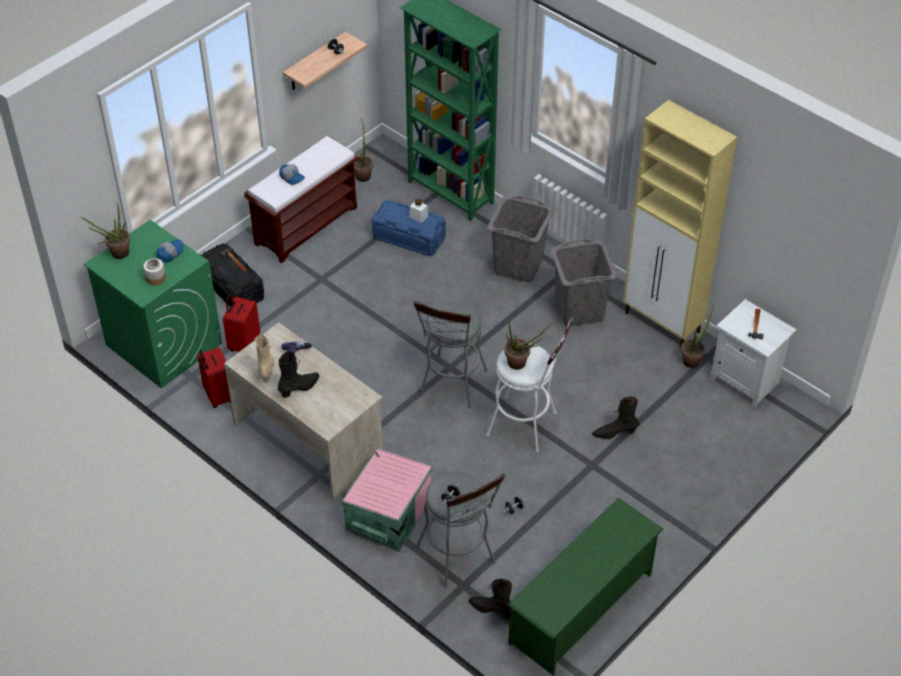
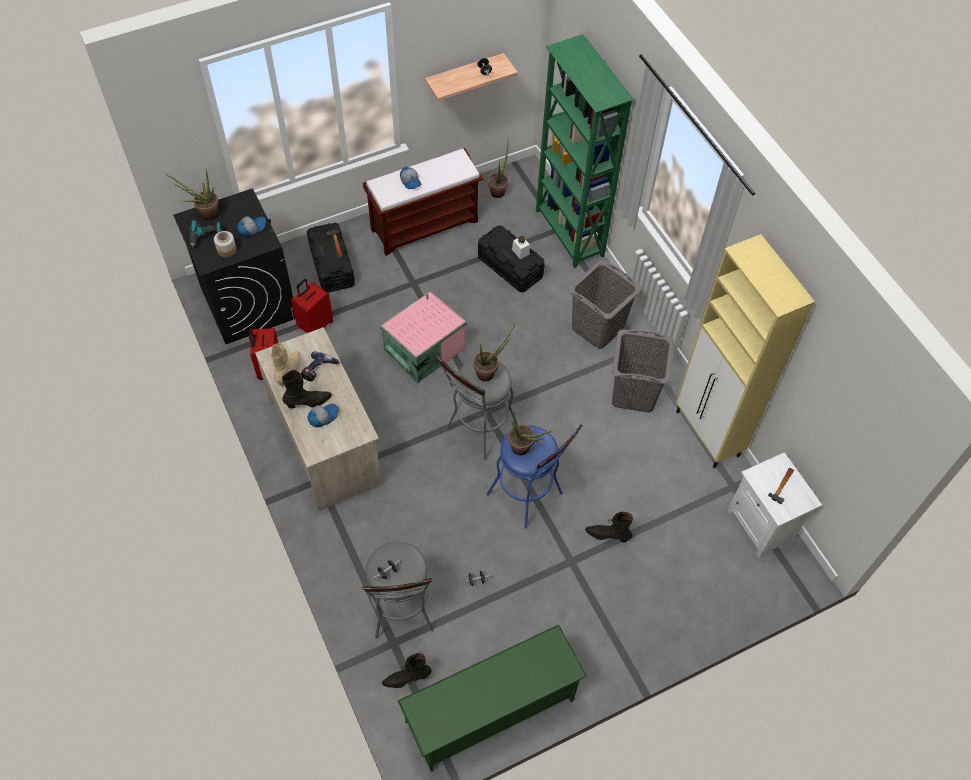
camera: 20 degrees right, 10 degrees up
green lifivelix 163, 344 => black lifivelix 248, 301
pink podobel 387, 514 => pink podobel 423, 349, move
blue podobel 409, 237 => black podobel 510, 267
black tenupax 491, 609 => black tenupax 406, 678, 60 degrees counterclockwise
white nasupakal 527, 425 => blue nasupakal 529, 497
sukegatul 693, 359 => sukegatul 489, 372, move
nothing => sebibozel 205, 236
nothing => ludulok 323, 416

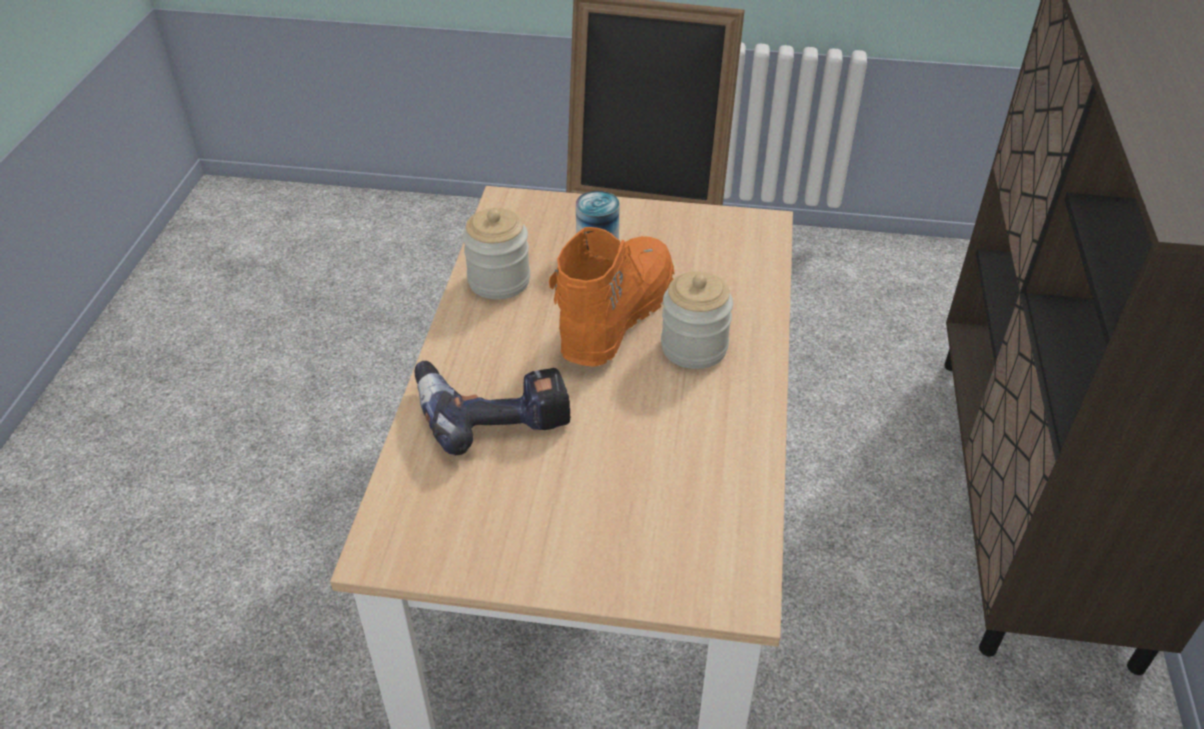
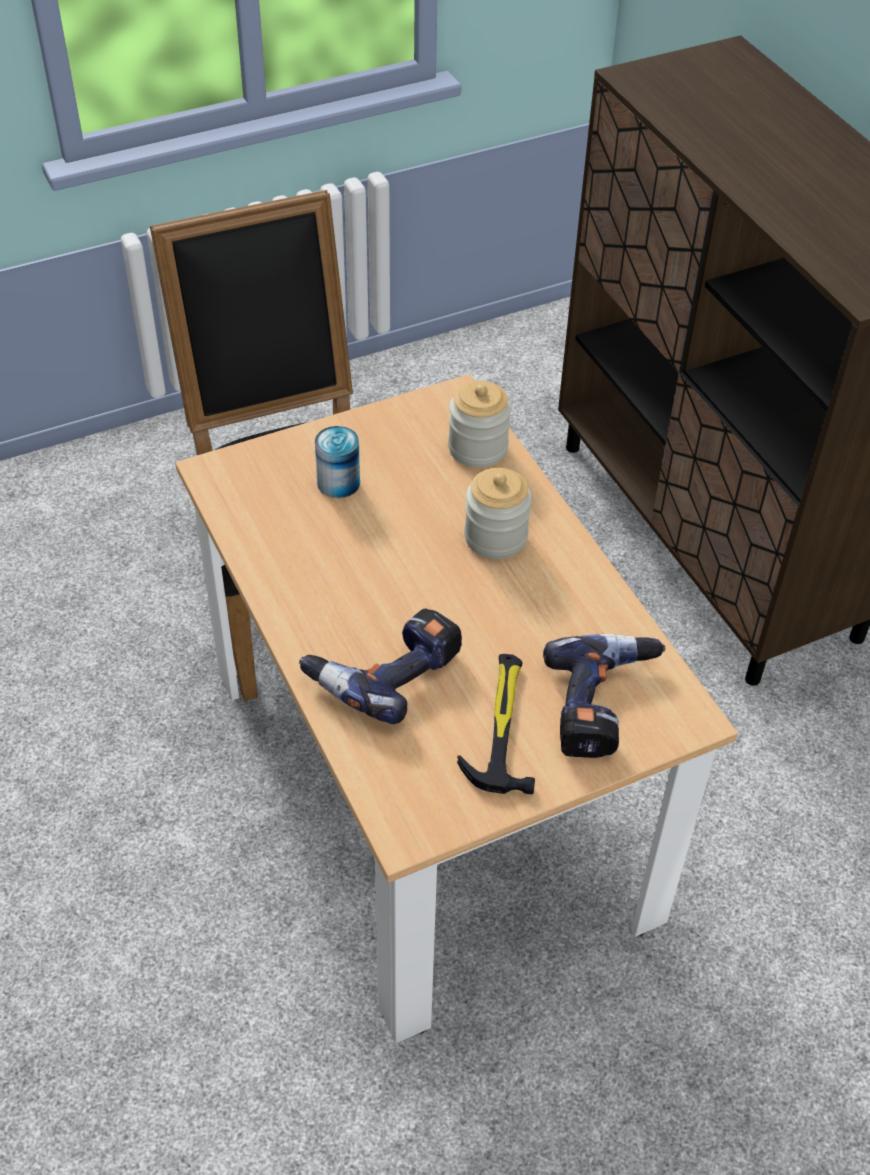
camera: 35 degrees left, 5 degrees up
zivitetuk 499, 280 => zivitetuk 477, 448, move
orange tenupax 614, 317 => nothing
nothing => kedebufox 501, 725
nothing => sebibozel 604, 705

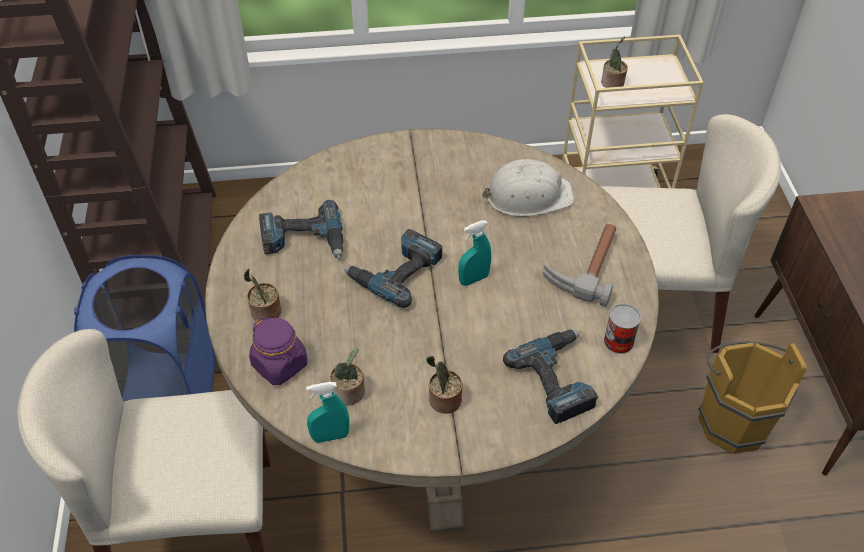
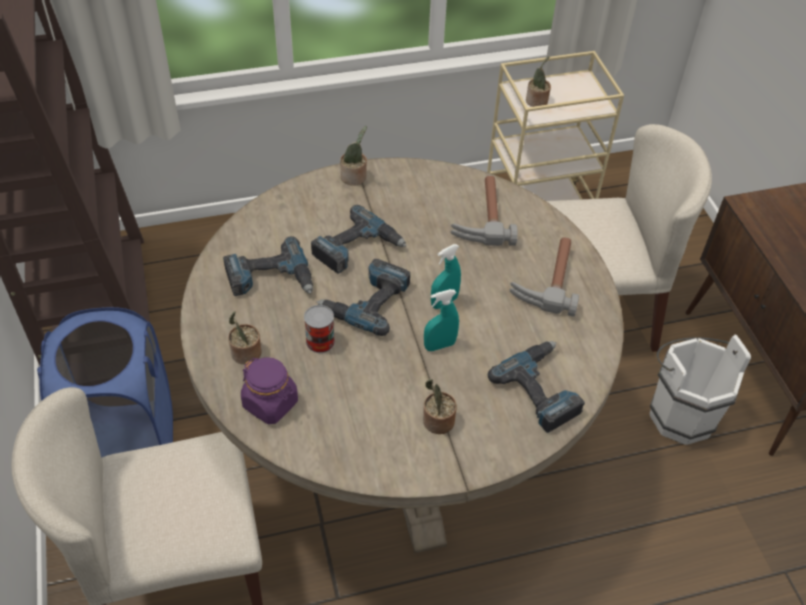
camera: 10 degrees left, 0 degrees up
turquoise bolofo 330, 436 => turquoise bolofo 439, 345, move
sukegatul 350, 393 => sukegatul 355, 178, move
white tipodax 528, 195 => kedebufox 480, 216
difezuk 618, 341 => difezuk 320, 341, move
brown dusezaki 730, 419 => white dusezaki 679, 412
nothing => sebibozel 357, 248

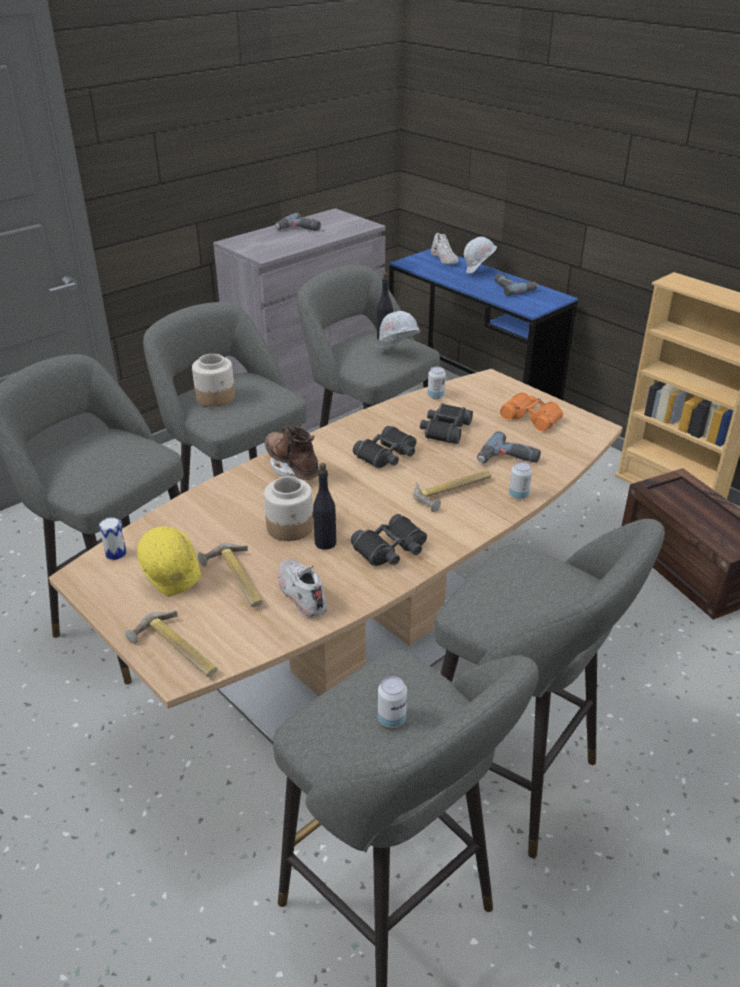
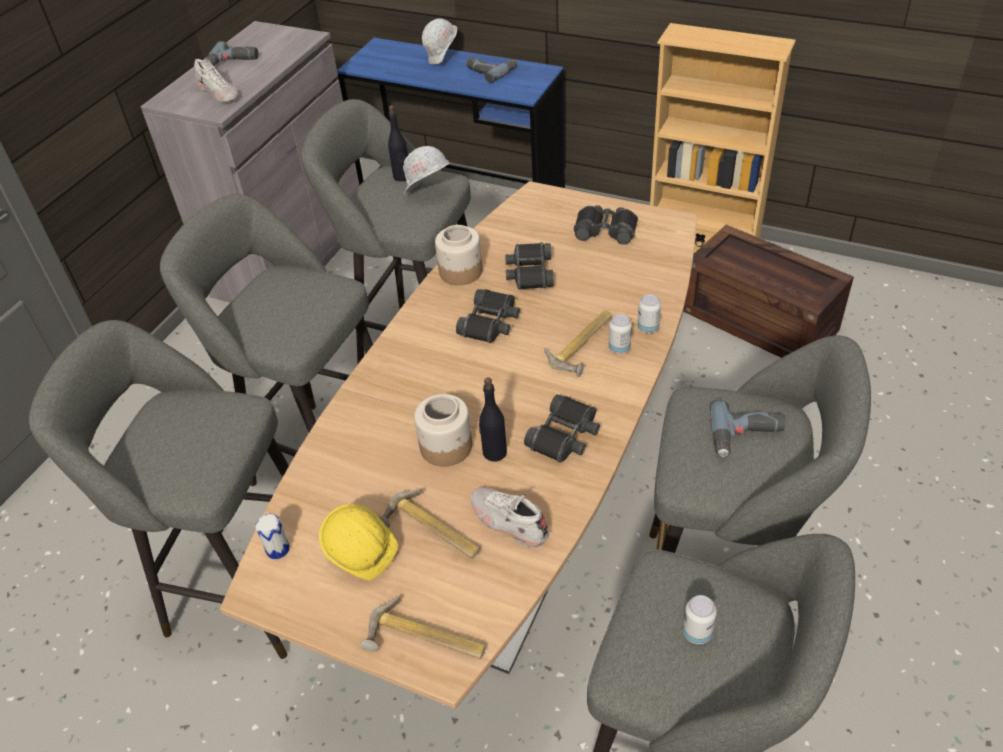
camera: 20 degrees left, 10 degrees up
zivitetuk 216, 397 => zivitetuk 461, 271, move
brown tenupax 292, 468 => nothing
difezuk 435, 396 => difezuk 619, 348, move
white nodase 445, 259 => white nodase 219, 93, move
sebibozel 508, 460 => sebibozel 746, 437, move
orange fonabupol 531, 417 => black fonabupol 605, 230

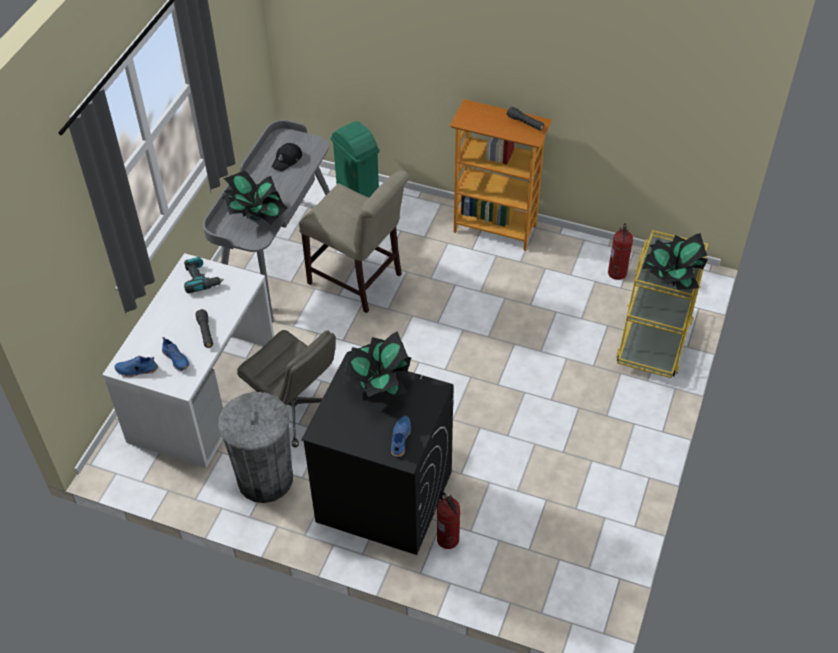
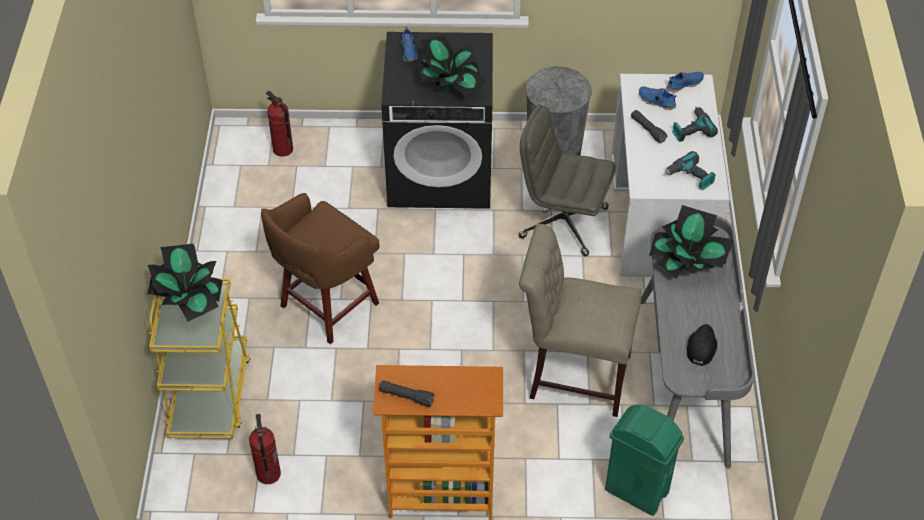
camera: 160 degrees right, 0 degrees up
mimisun 448, 539 => mimisun 282, 149, move
nothing => brown nasupakal 327, 307
nothing => sebibozel 691, 129

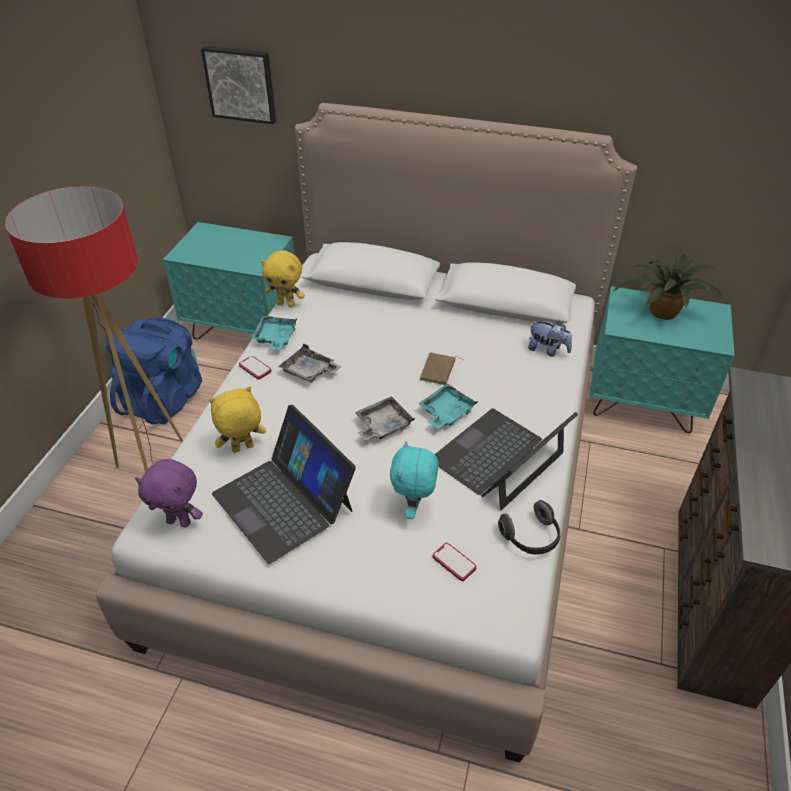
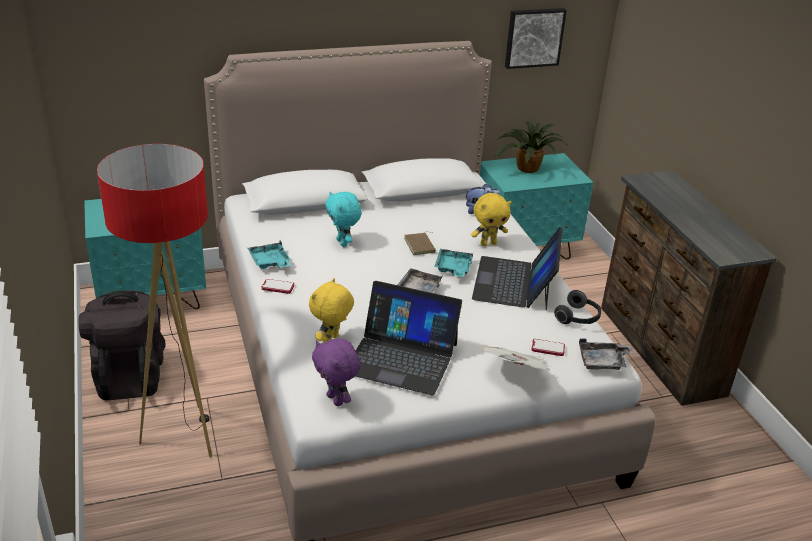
camera: 35 degrees left, 10 degrees down
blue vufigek 165, 398 => black vufigek 130, 376
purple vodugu 180, 521 => purple vodugu 336, 400, 75 degrees clockwise
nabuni 241, 84 => nabuni 533, 37, move
yellow vodugu 286, 304 => yellow vodugu 488, 243, move
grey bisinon 309, 371 => grey bisinon 603, 362, move
turquoise vodugu 414, 508 => turquoise vodugu 343, 243, move
nothing => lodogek 516, 372

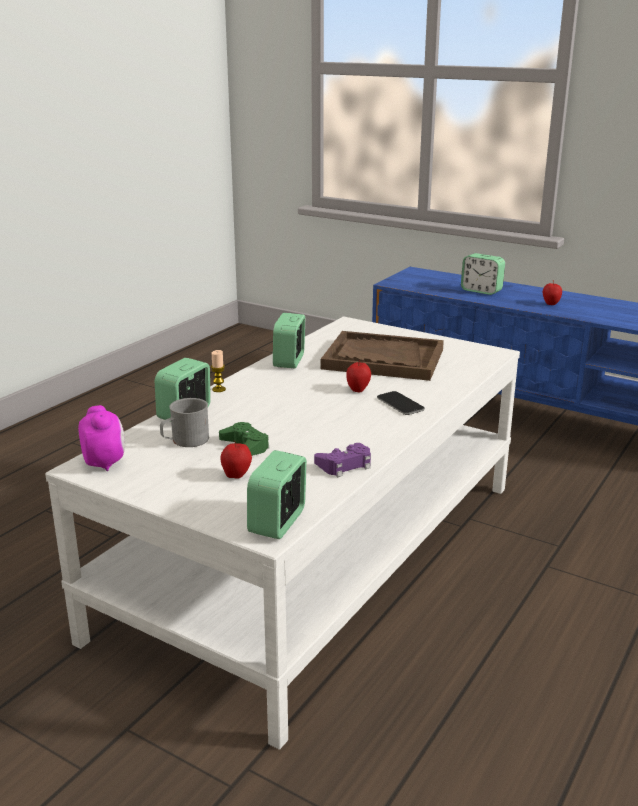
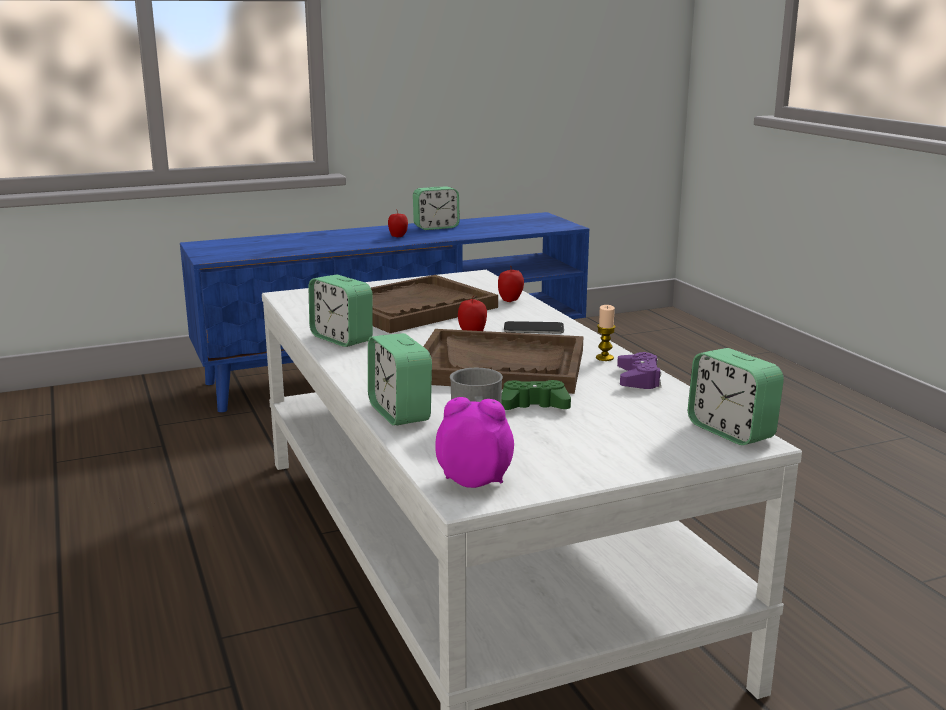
camera: 55 degrees left, 5 degrees down
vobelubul 219, 389 => vobelubul 604, 358, move
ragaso 236, 476 => ragaso 510, 300, move
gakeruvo 481, 291 => gakeruvo 436, 227, move
nothing => brown bisinon 500, 366

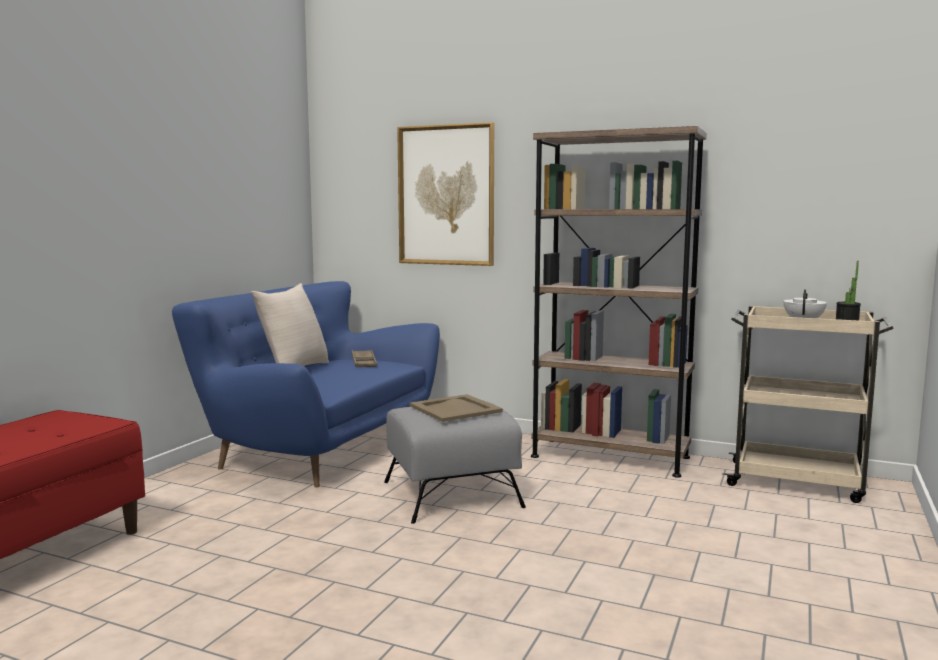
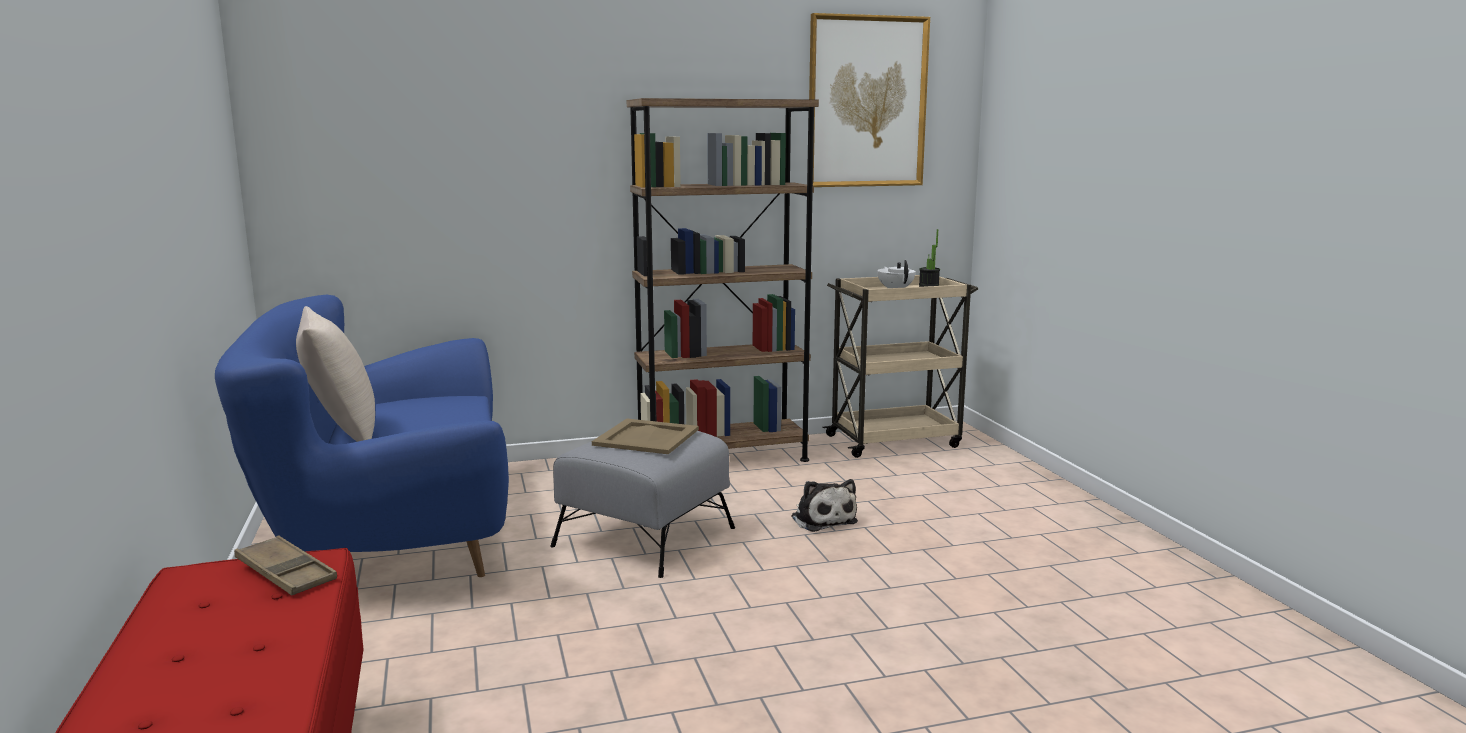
camera: 40 degrees left, 5 degrees up
brown bisinon 364, 362 => brown bisinon 286, 573, move
nabuni 446, 195 => nabuni 867, 102, move
nothing => vodugu 822, 519

